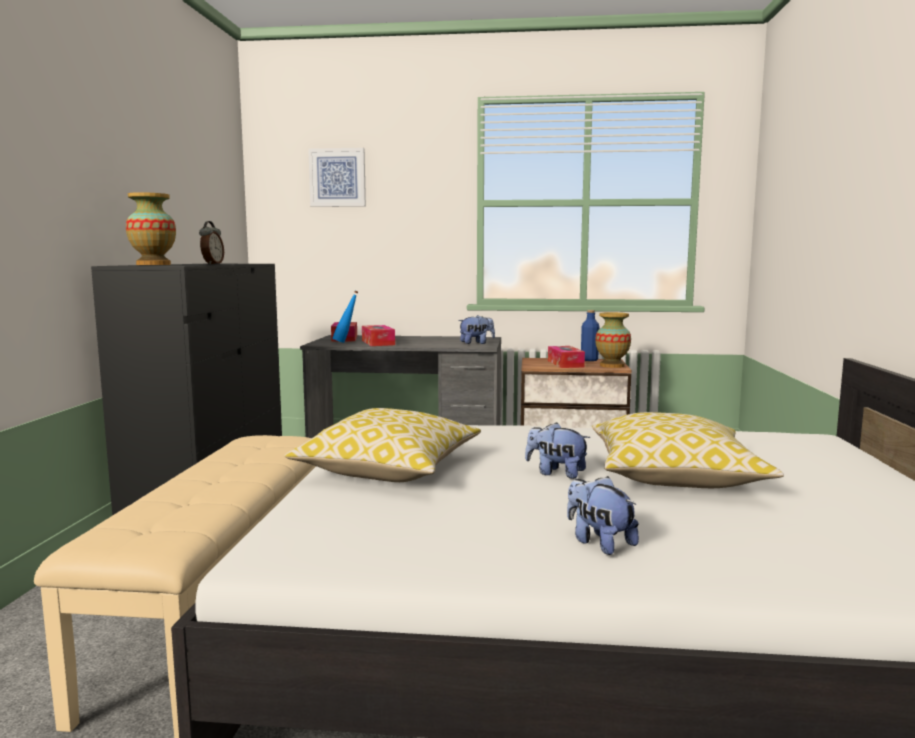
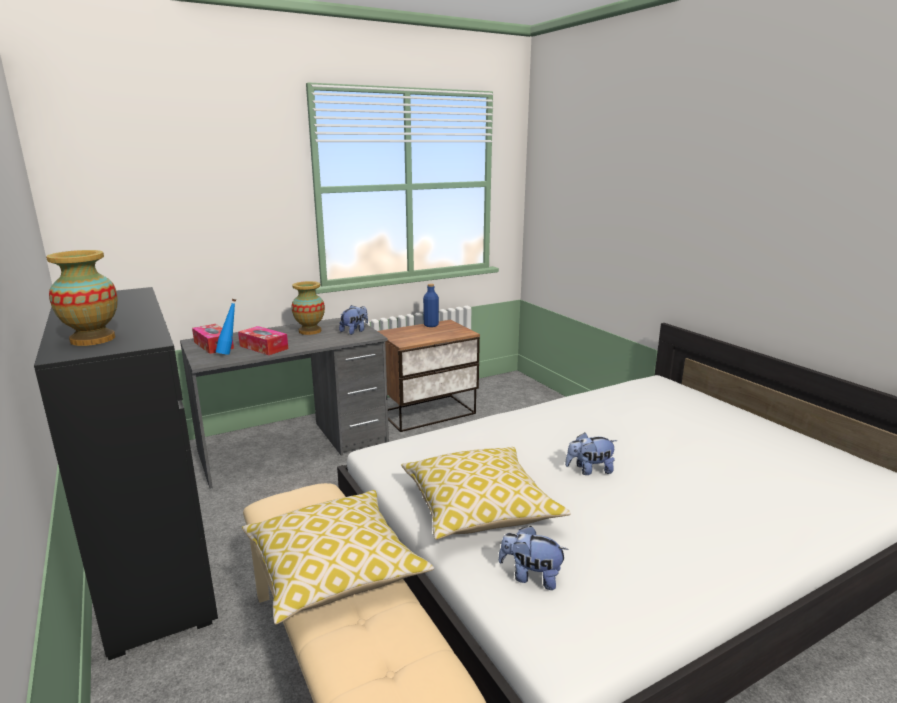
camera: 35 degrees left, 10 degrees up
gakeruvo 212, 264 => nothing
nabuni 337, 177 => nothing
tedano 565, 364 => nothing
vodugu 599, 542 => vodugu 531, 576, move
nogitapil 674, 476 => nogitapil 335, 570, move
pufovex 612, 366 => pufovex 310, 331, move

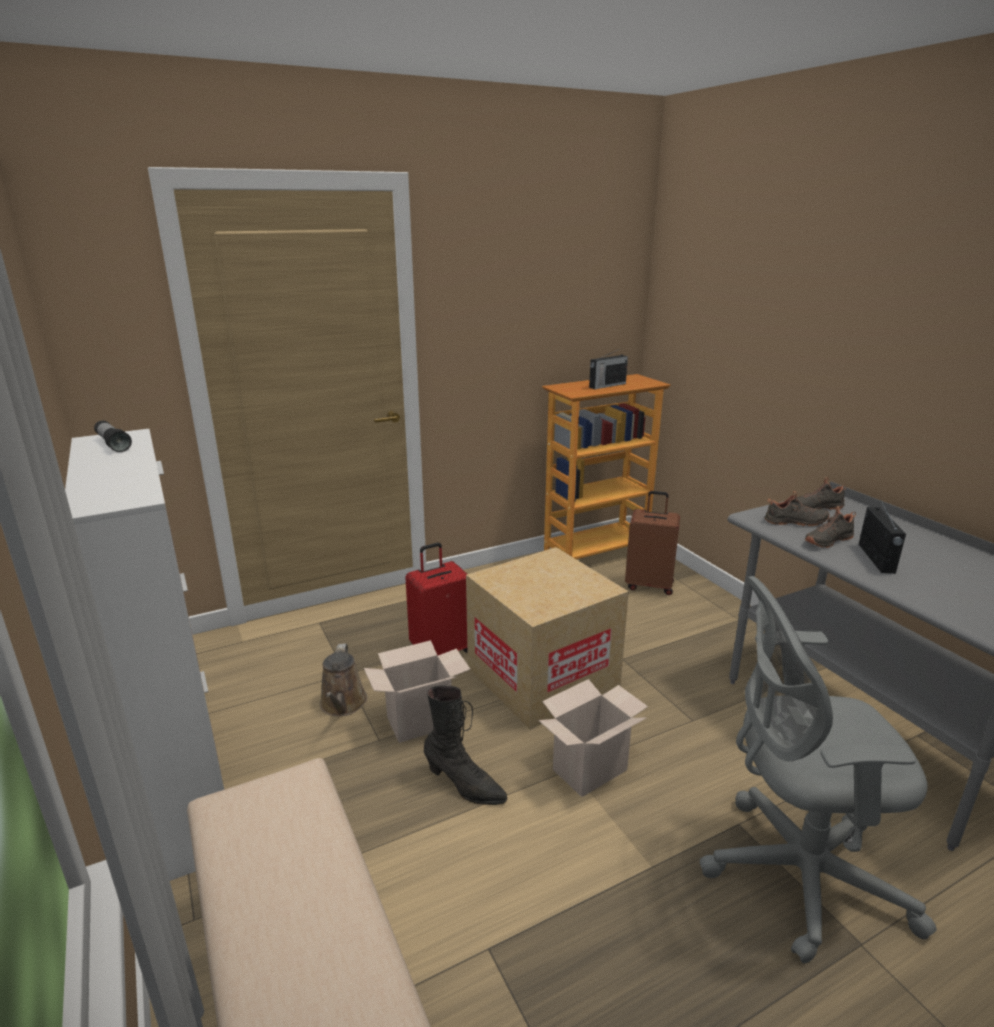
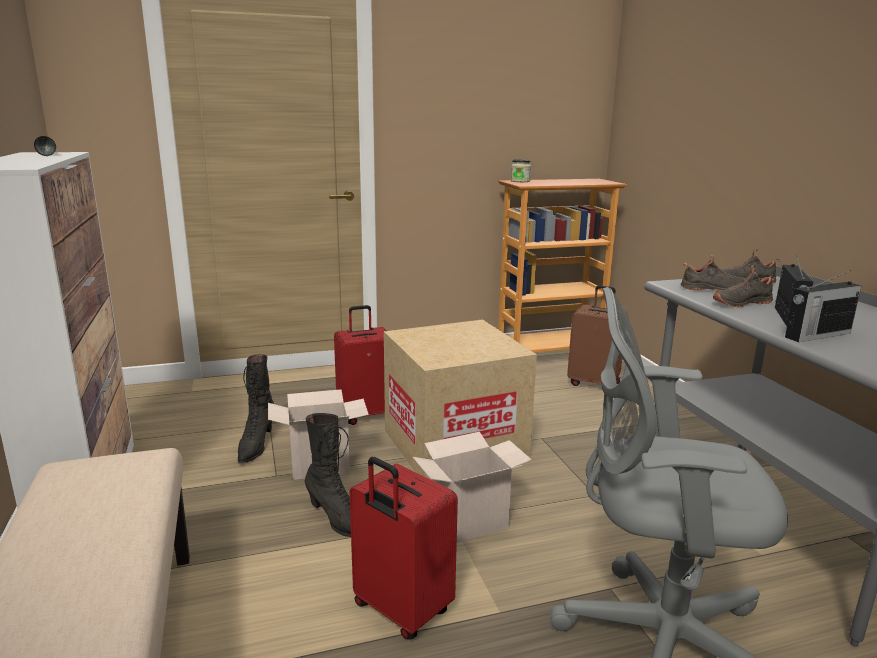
camera: 10 degrees right, 5 degrees down
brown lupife 343, 704 => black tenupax 256, 445
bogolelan 606, 385 => bogolelan 816, 335, move
nothing => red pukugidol 400, 610
nothing => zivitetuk 520, 181

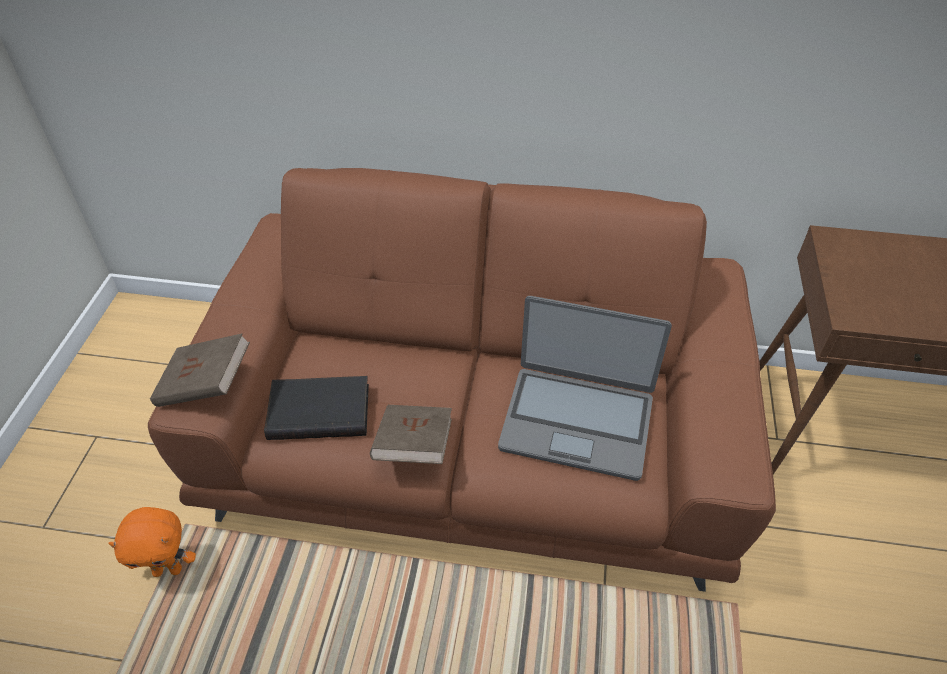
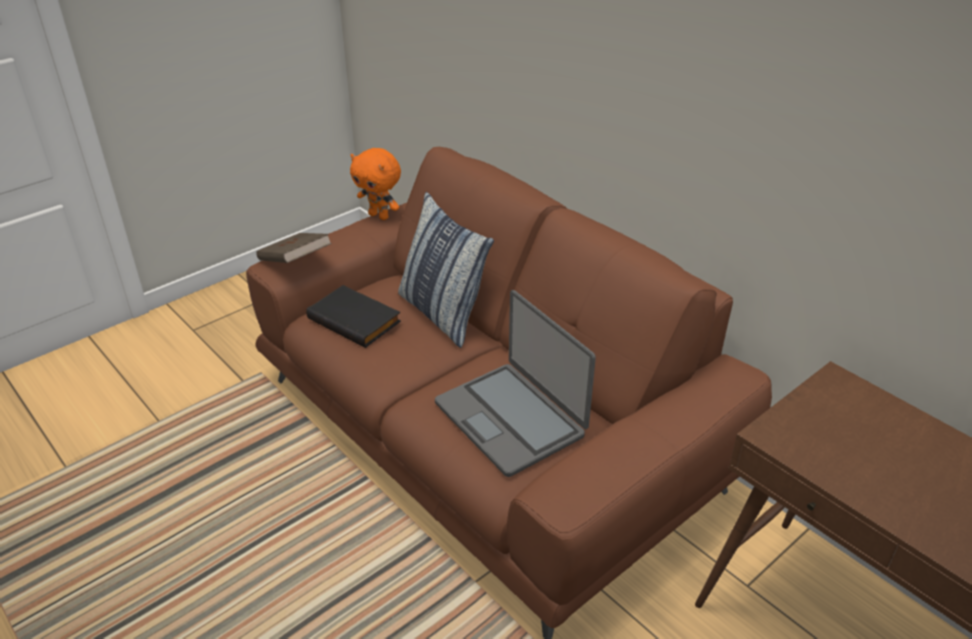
camera: 40 degrees right, 10 degrees down
orange vodugu 168, 569 => orange vodugu 379, 216, move
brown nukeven 413, 446 => nothing
nothing => nogitapil 442, 314

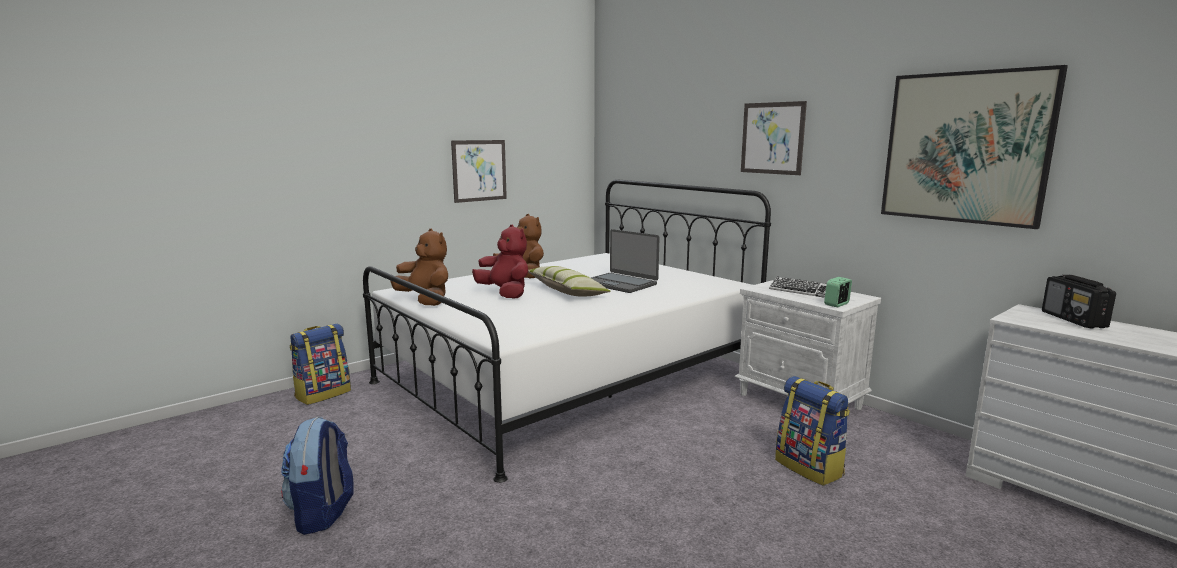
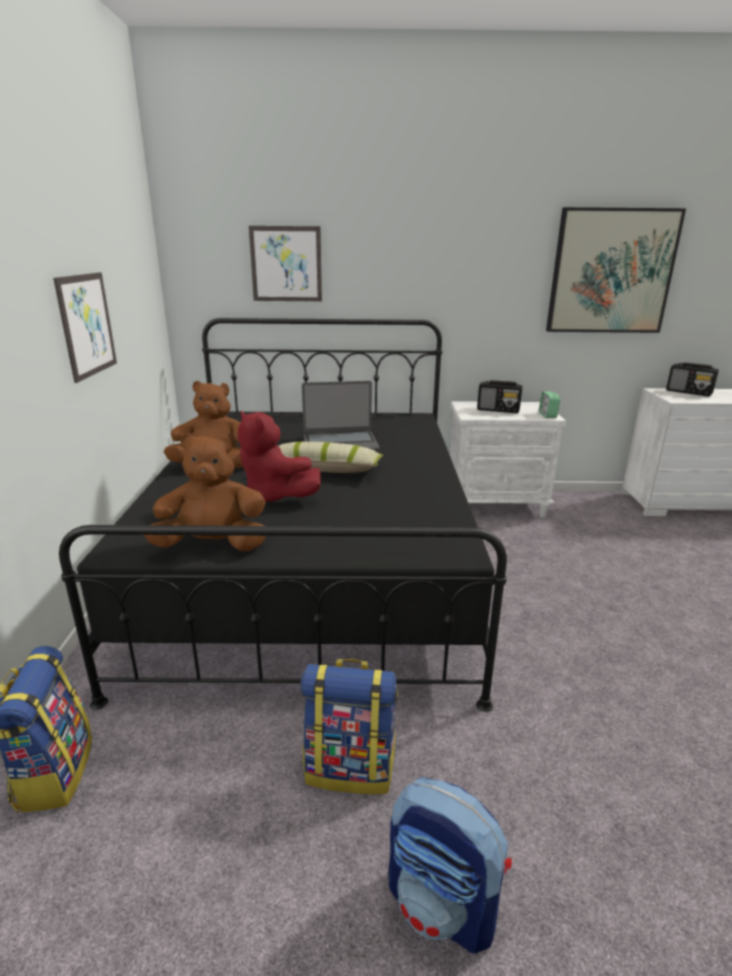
camera: 50 degrees left, 10 degrees up
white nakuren 568, 377 => black nakuren 313, 567
red vodugu 505, 294 => red vodugu 274, 496, 135 degrees counterclockwise
nabuni 772, 138 => nabuni 286, 264, move
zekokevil 800, 291 => bogolelan 498, 410
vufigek 810, 468 => vufigek 351, 767, move

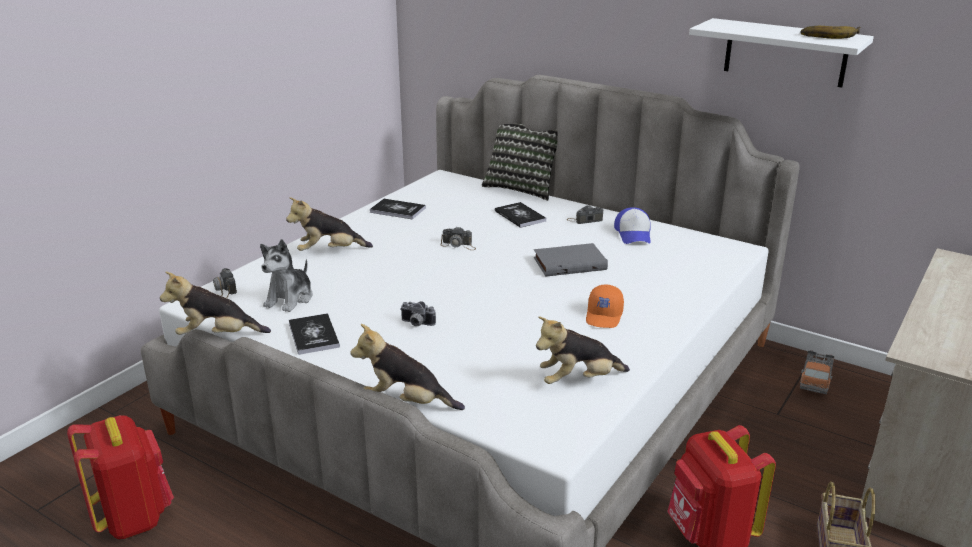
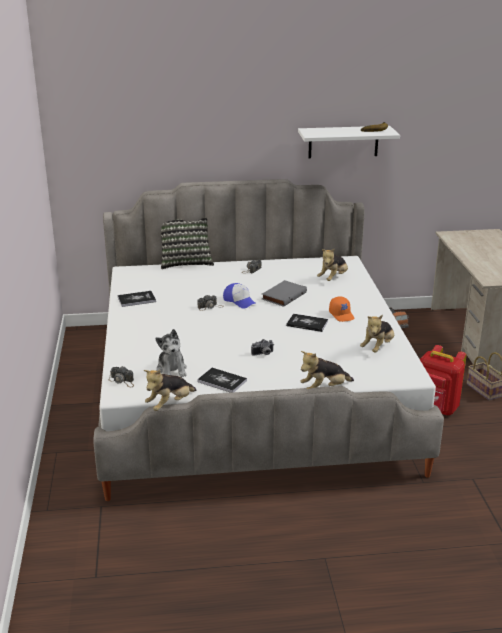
camera: 40 degrees left, 0 degrees up
red vufigek 133, 517 => nothing
vodugu 329, 251 => vodugu 333, 278, move
nukeven 520, 216 => nukeven 307, 323, move
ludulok 633, 234 => ludulok 239, 301, move

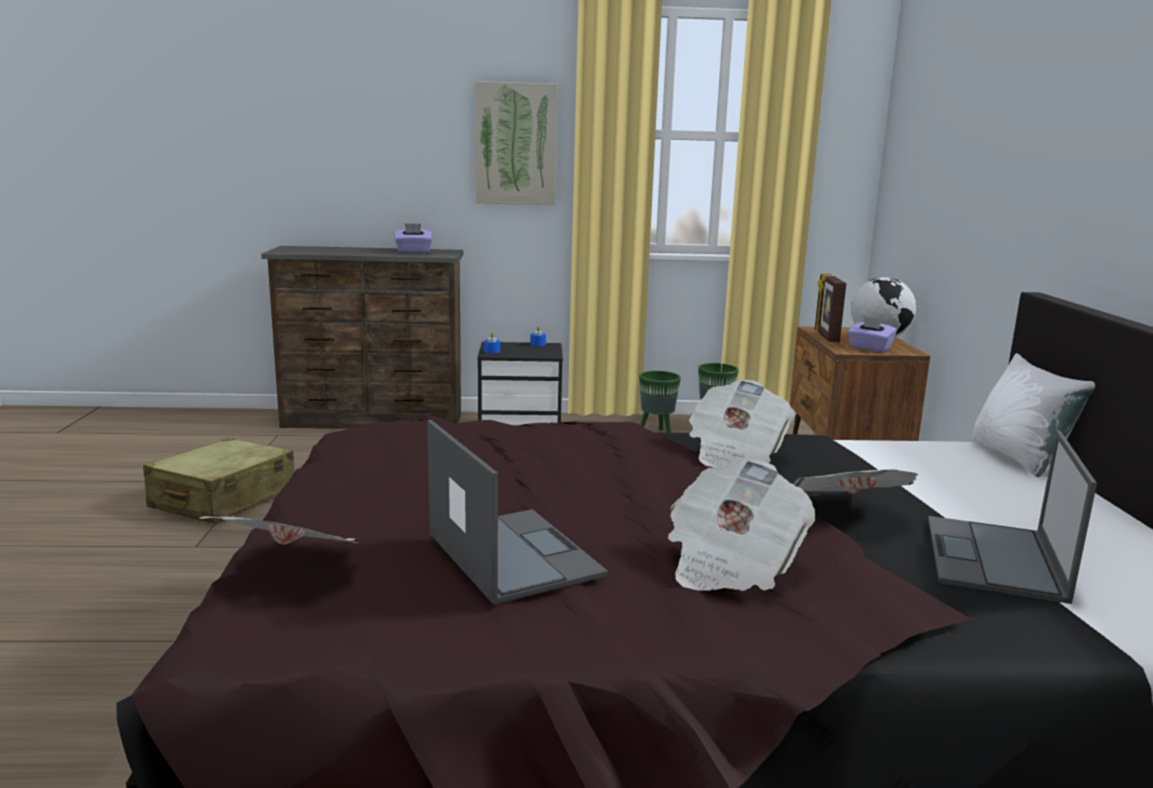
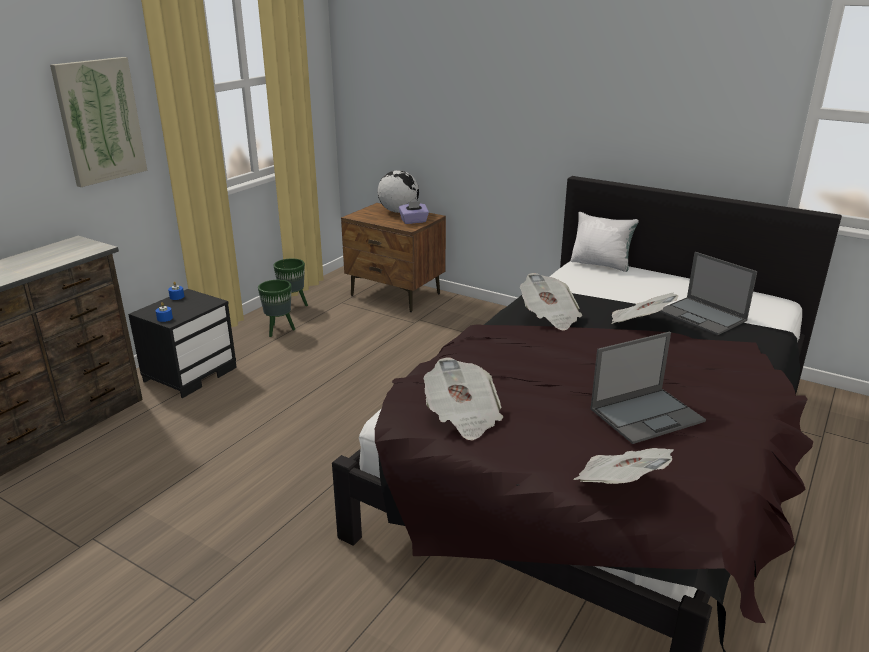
camera: 55 degrees left, 10 degrees up
beige pukugidol 223, 500 => nothing
purple tedano 413, 252 => nothing
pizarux 512, 554 => pizarux 647, 415, 150 degrees clockwise
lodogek 731, 563 => lodogek 463, 416, move
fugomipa 825, 336 => nothing

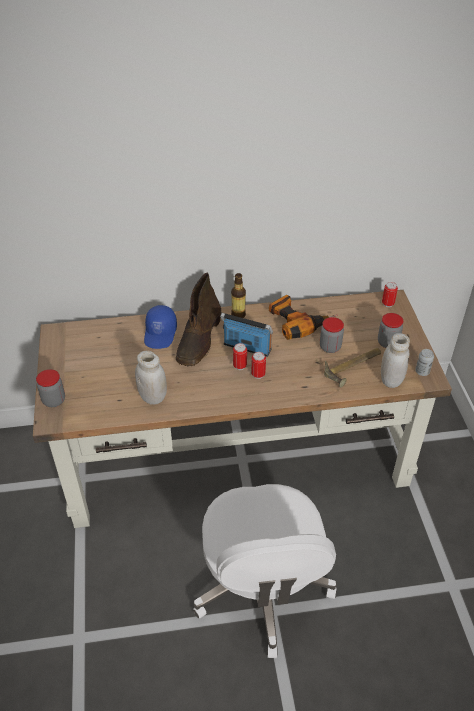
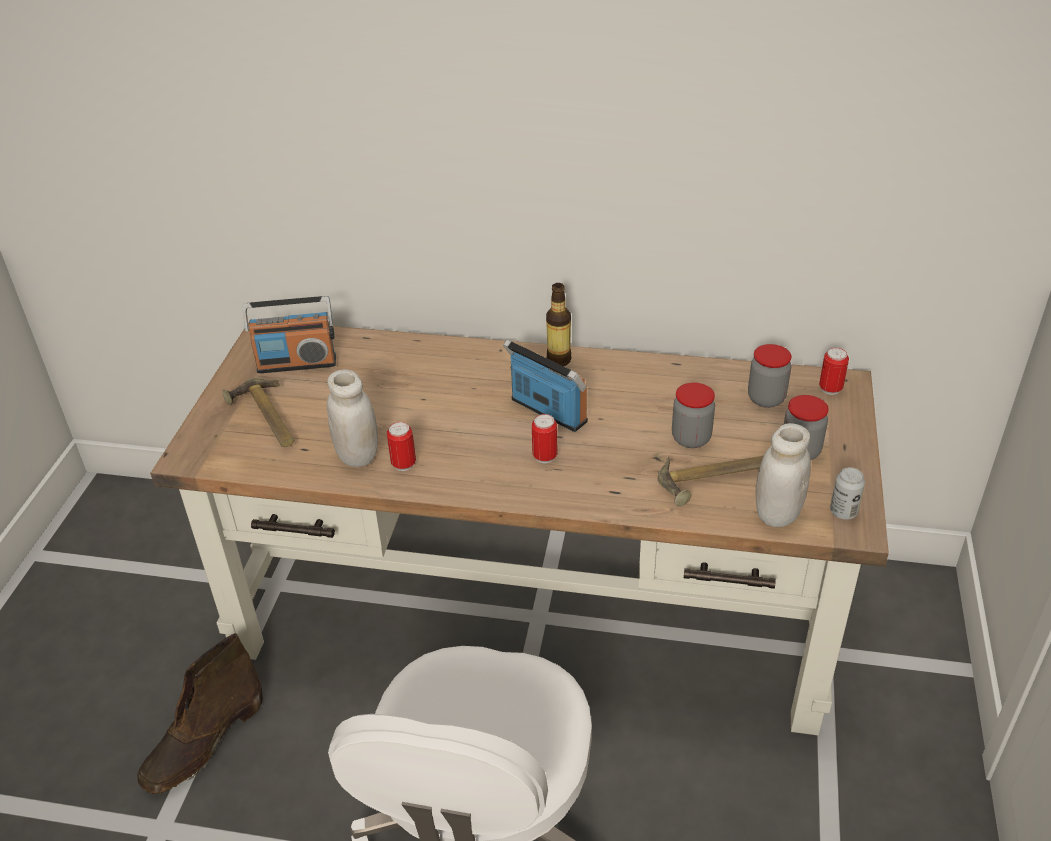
camera: 20 degrees right, 5 degrees down
zivitetuk 54, 400 => zivitetuk 766, 398, move
blue ludulok 161, 334 => nothing
brown tenupax 199, 340 => brown tenupax 204, 741, move
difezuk 240, 366 => difezuk 403, 464, move
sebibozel 297, 321 => nothing
nothing => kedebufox 265, 419
nothing => bogolelan 297, 363

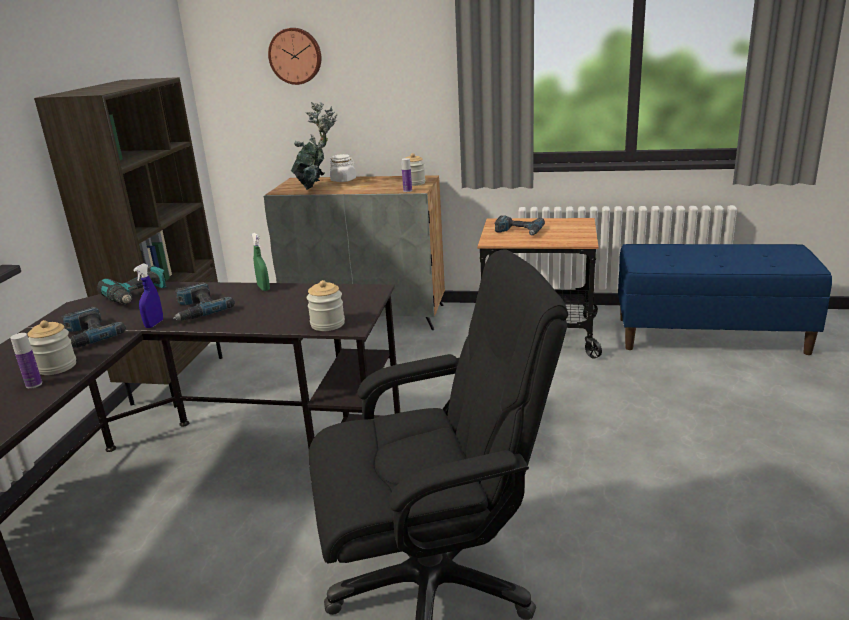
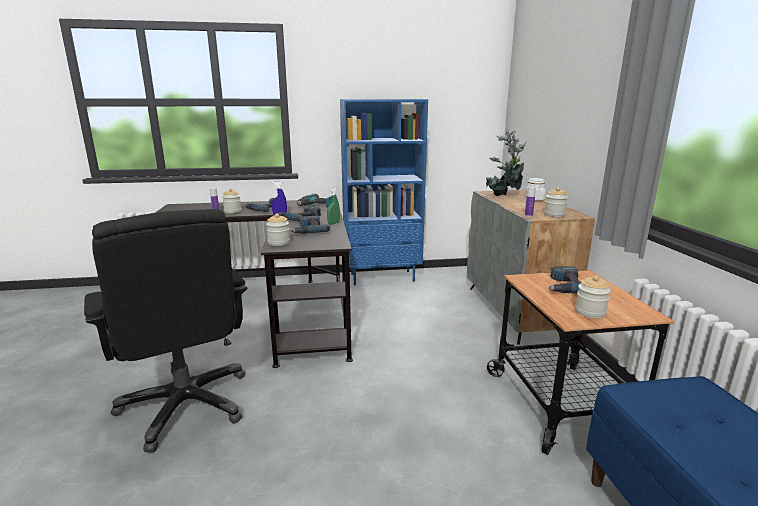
camera: 70 degrees right, 5 degrees down
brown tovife 178, 379 => blue tovife 382, 277
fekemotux 295, 56 => nothing
nothing => sebibozel 308, 230
nothing => zivitetuk 590, 312

